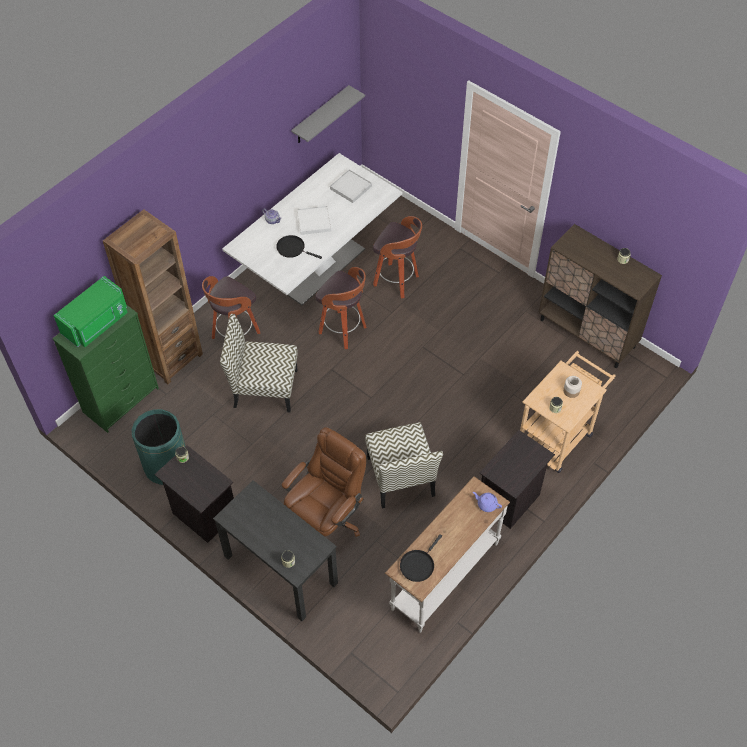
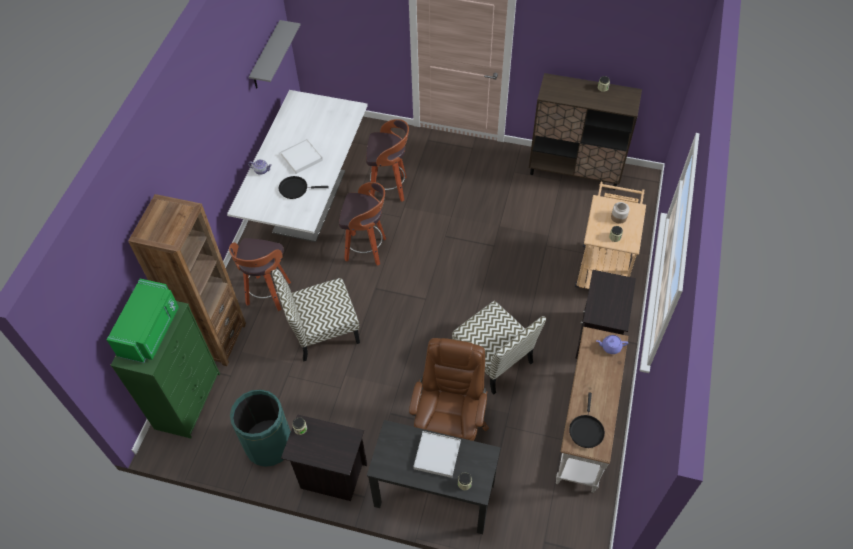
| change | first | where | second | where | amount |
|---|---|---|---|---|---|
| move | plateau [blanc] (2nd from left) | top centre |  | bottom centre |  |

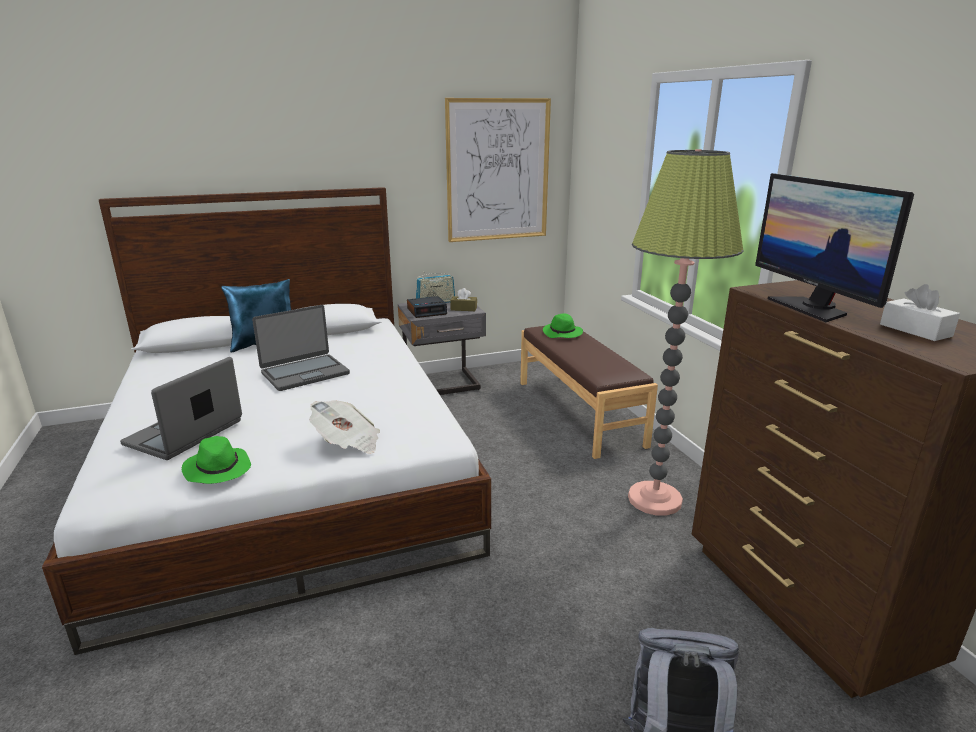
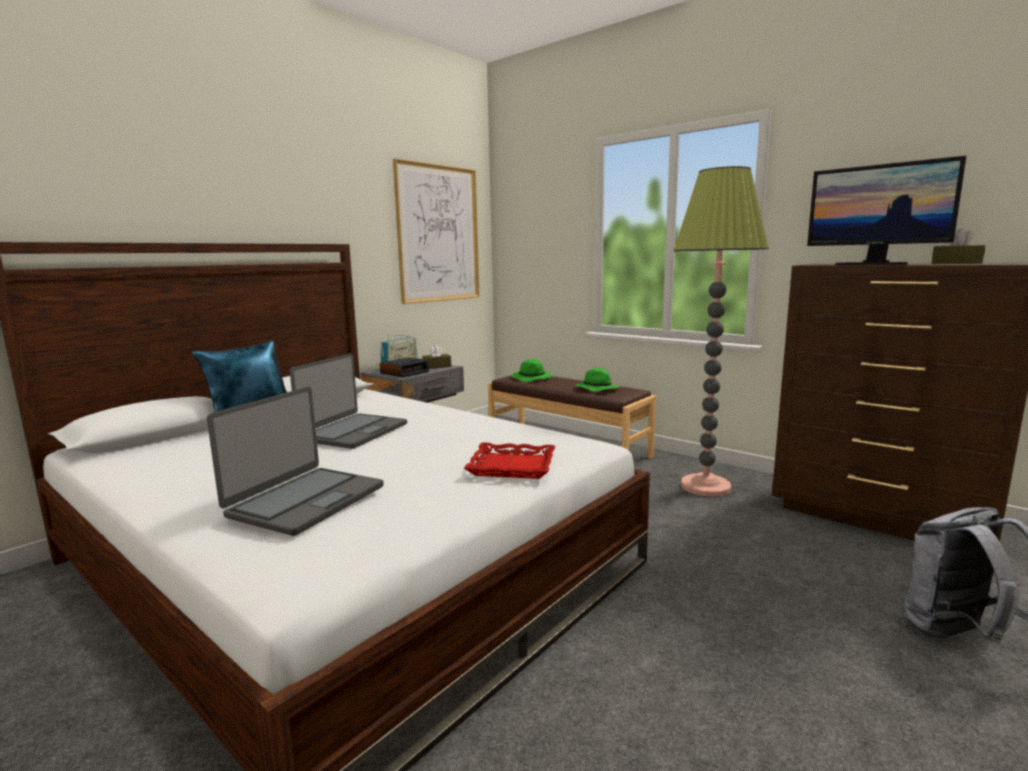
| change | first | where | second | where | amount |
|---|---|---|---|---|---|
| rotate | ordinateur portable (1st from left) | middle left |  | middle left | 150 degrees counterclockwise |
| move | chapeau [vert] (1st from left in the first image) | middle left | chapeau [vert] (2nd from left) | centre |  |
| replace | journal | centre | plateau [rouge] | centre |  |
| recolor | boîte à mouchoirs [blanc] | middle right | boîte à mouchoirs [marron] (2nd from left) | top right |  |

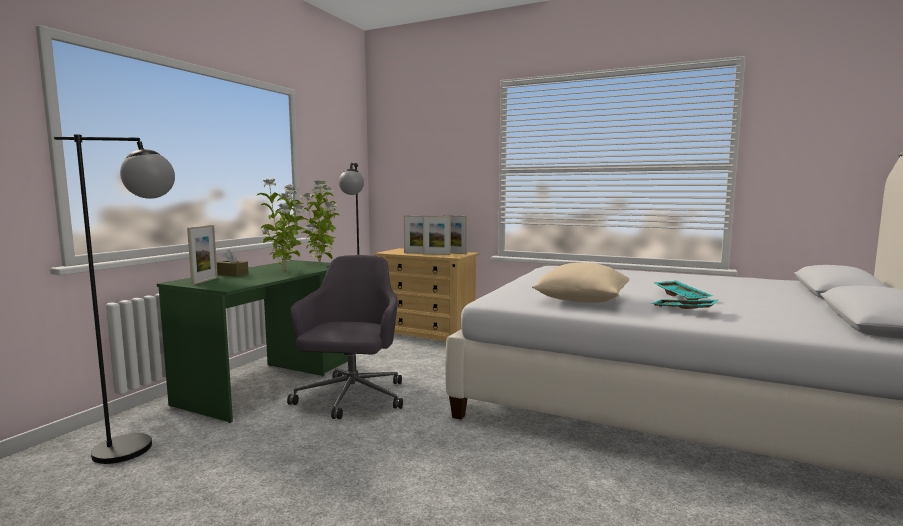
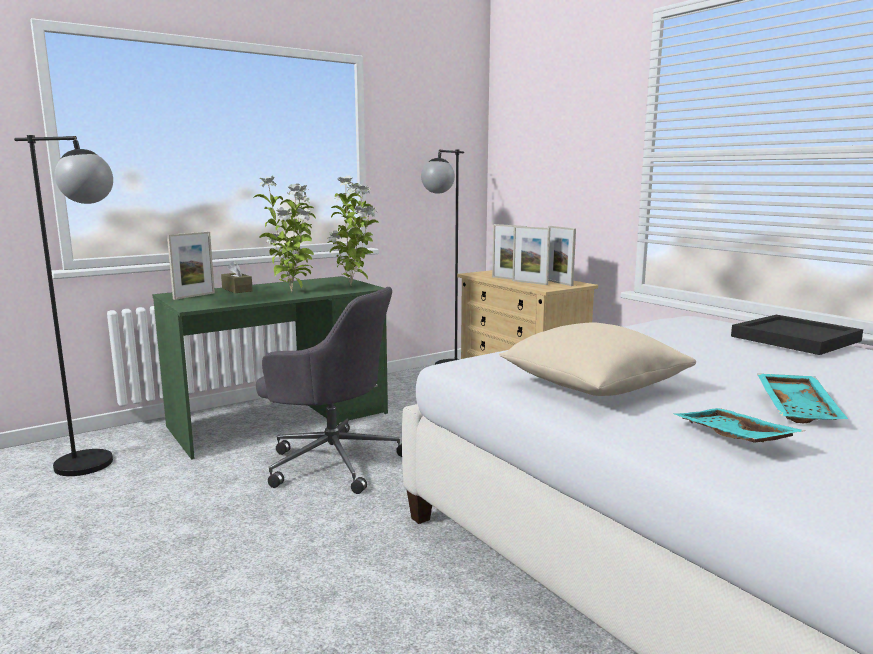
| change | first | where | second | where | amount |
|---|---|---|---|---|---|
| rotate | chaise de bureau [gris] | centre |  | centre | 75 degrees clockwise |
| insert |  |  | plateau [noir] | middle right |  |

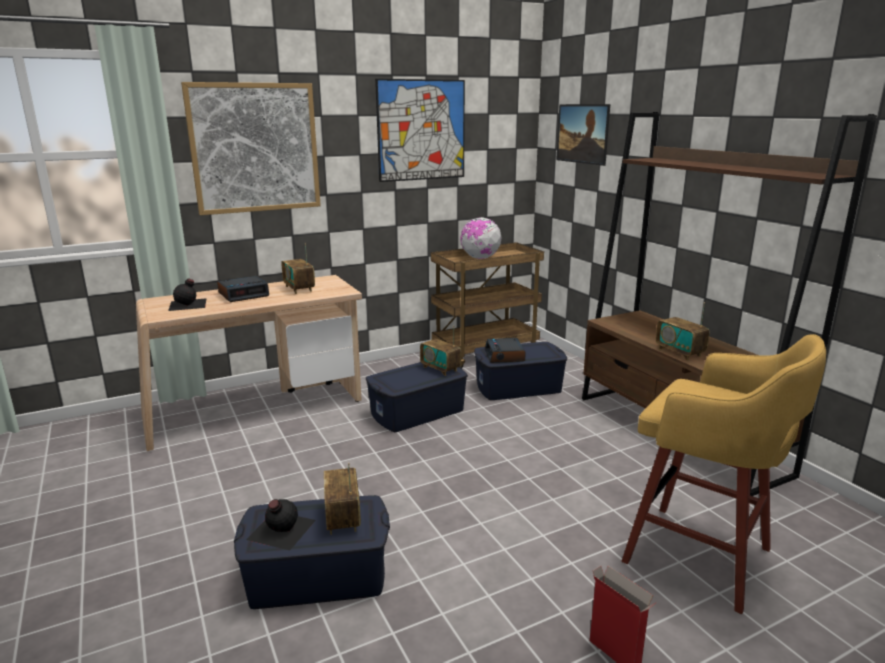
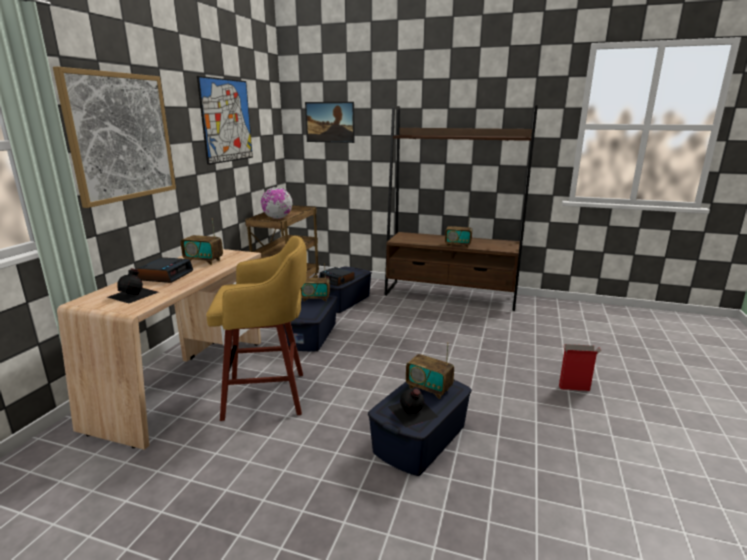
| change | first | where | second | where | amount |
|---|---|---|---|---|---|
| move | tabouret [jaune] | bottom right |  | centre |  |

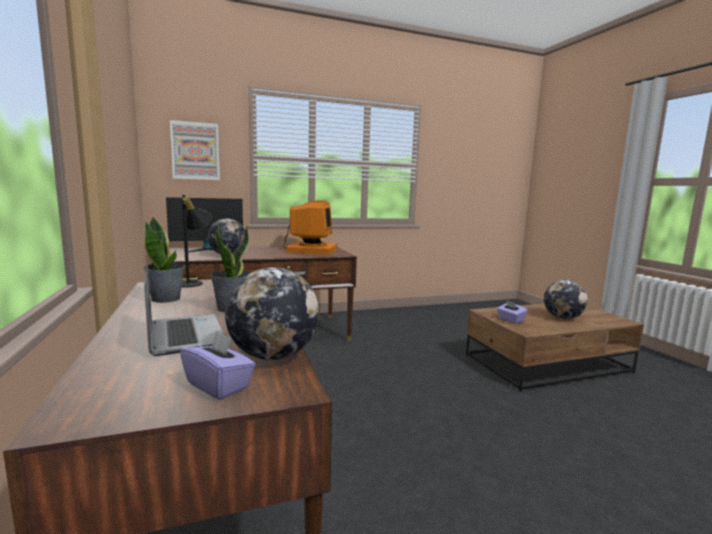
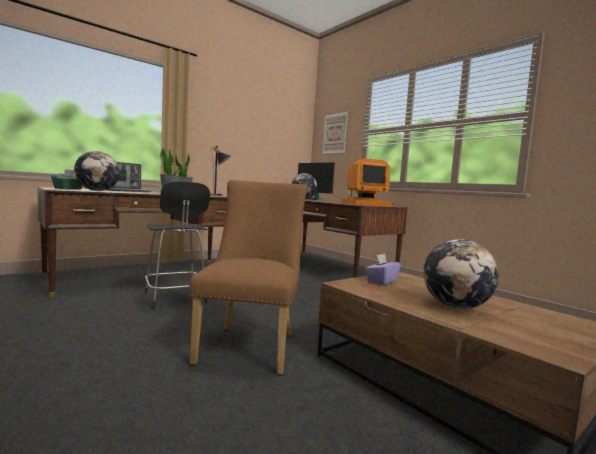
| change | first | where | second | where | amount |
|---|---|---|---|---|---|
| recolor | boîte à mouchoirs [violet] (1st from left) | bottom left | boîte à mouchoirs [vert] | middle left |  |
| insert |  |  | tabouret [noir] | middle left |  |
| insert |  |  | chaise [marron] | centre |  |

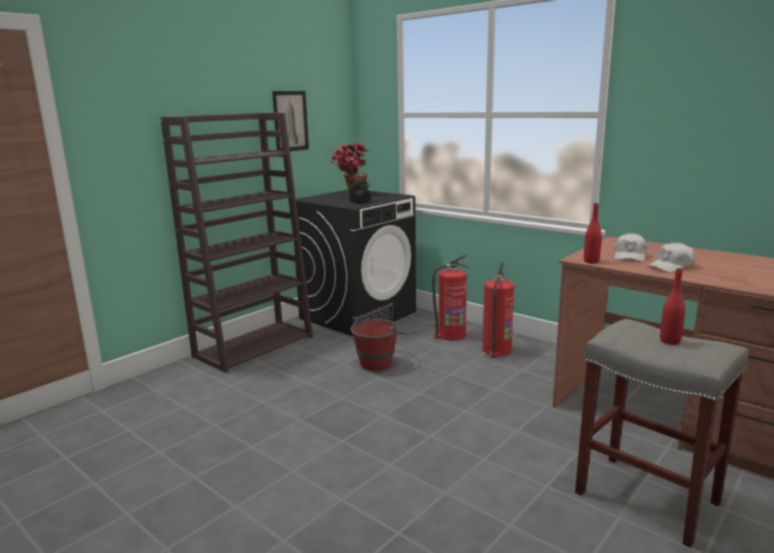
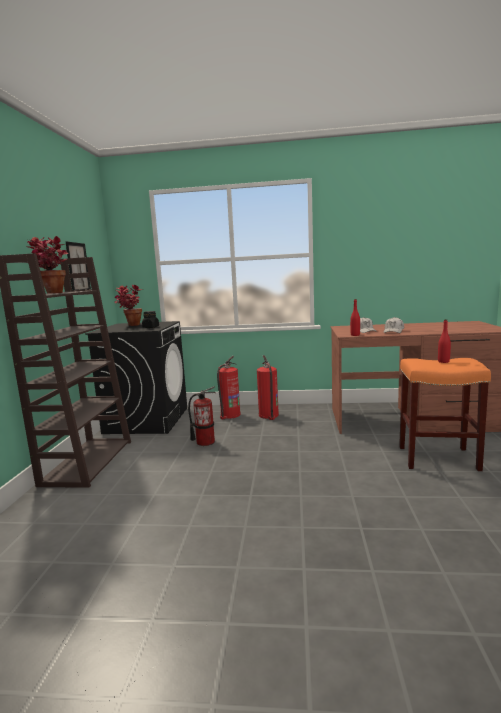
| change | first | where | second | where | amount |
|---|---|---|---|---|---|
| replace | seau [rouge] | centre | extincteur (1st from left) | centre |  |
| recolor | tabouret [gris] | bottom right | tabouret [orange] | middle right |  |
| insert |  |  | plante en pot (1st from left) | middle left |  |

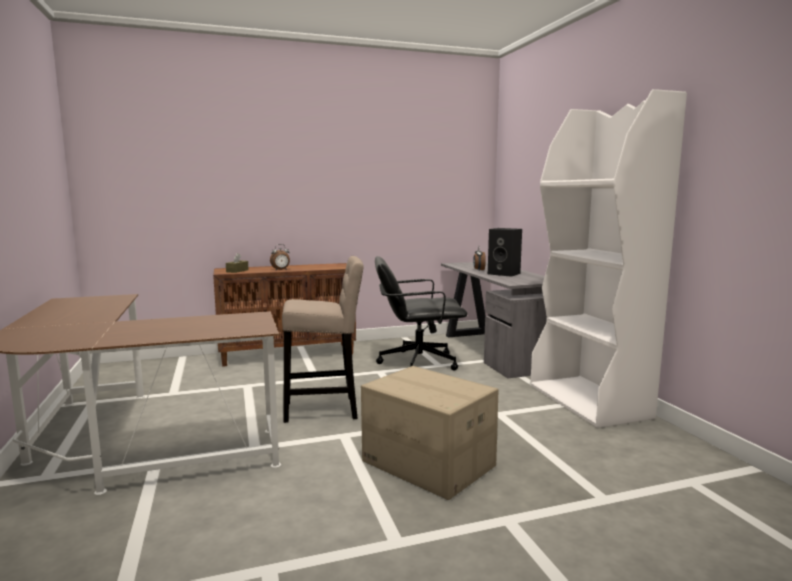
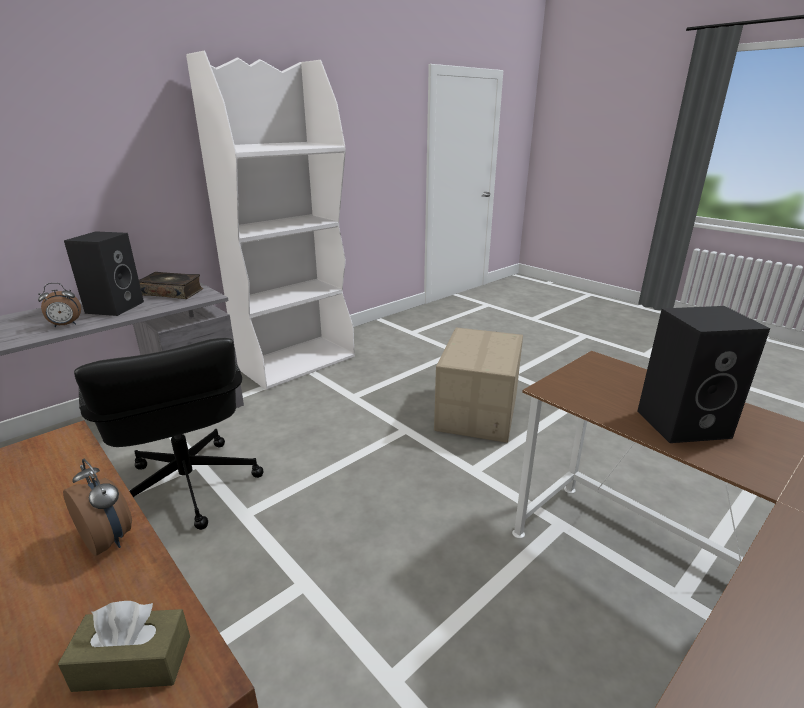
| change | first | where | second | where | amount |
|---|---|---|---|---|---|
| delete | tabouret [beige] | centre |  |  |  |
| insert |  |  | livre | middle left |  |
| insert |  |  | enceinte [noir] (2nd from left) | middle right |  |

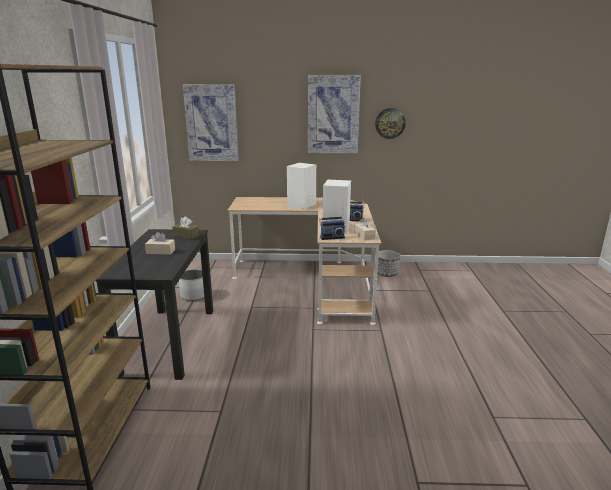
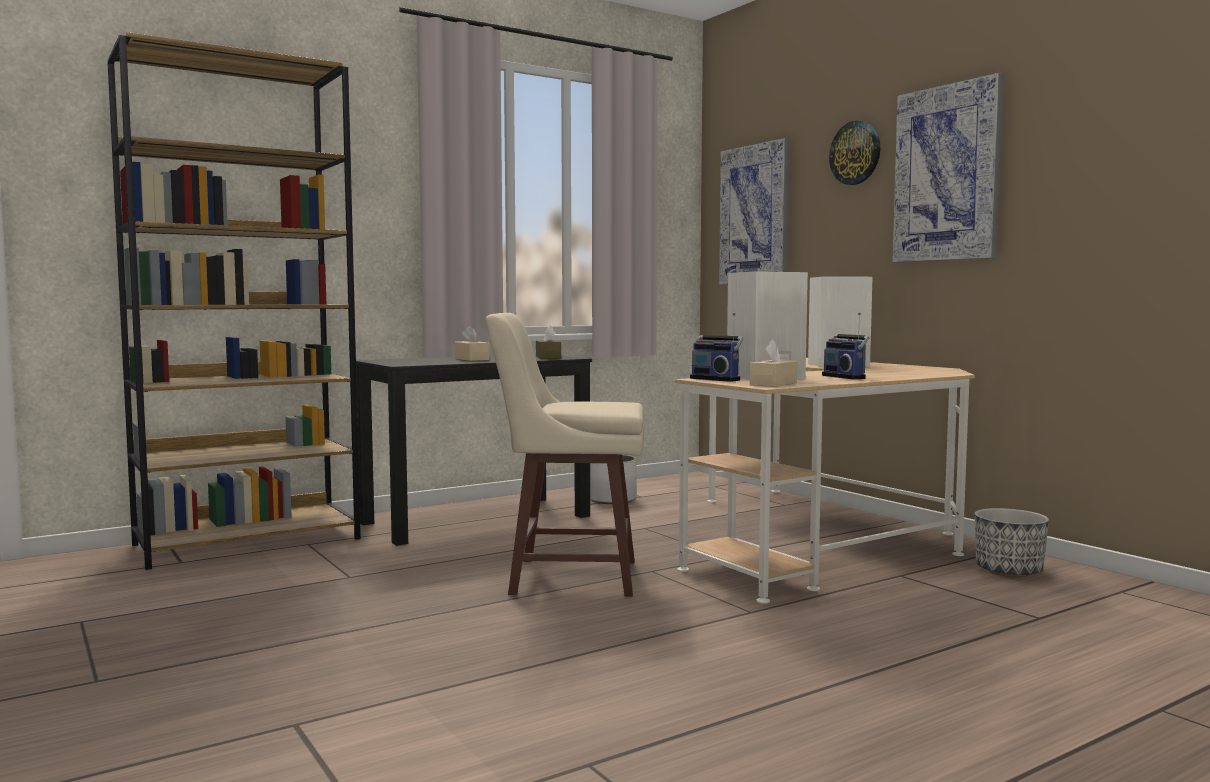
| change | first | where | second | where | amount |
|---|---|---|---|---|---|
| move | horloge murale | top centre |  | top right |  |
| insert |  |  | tabouret [beige] | centre |  |

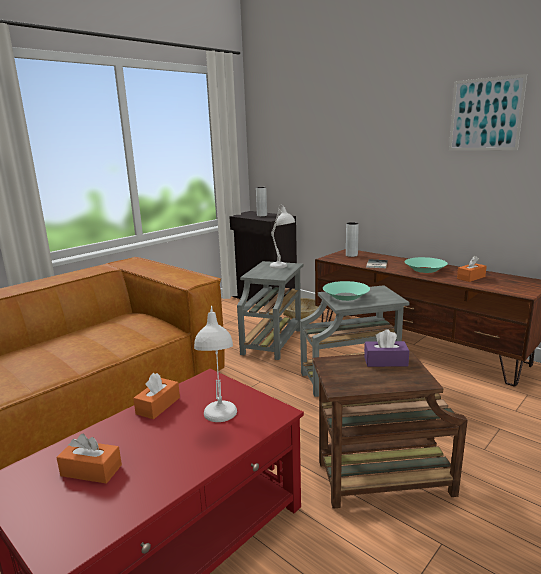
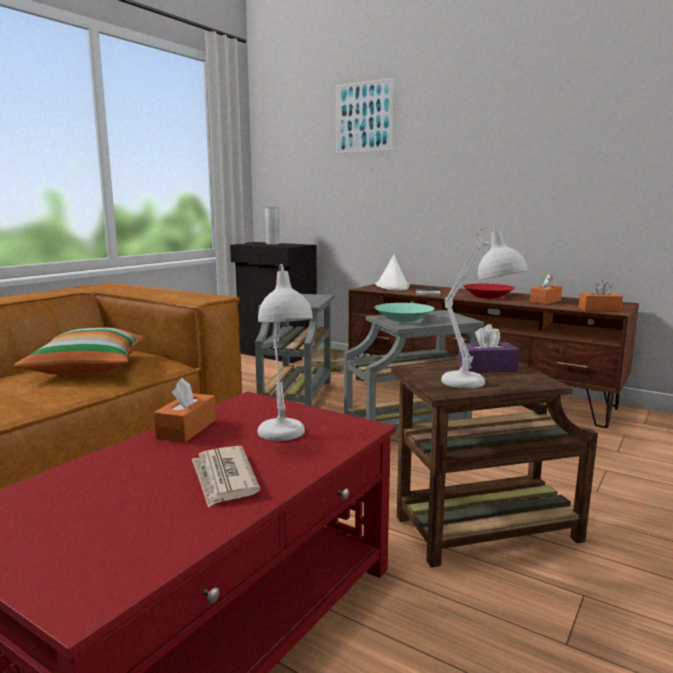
| change | first | where | second | where | amount |
|---|---|---|---|---|---|
| move | boîte à mouchoirs [orange] (1st from left in the first image) | bottom left | boîte à mouchoirs [orange] (3rd from left) | middle right |  |
| move | lampe de table [blanc] (2nd from left) | centre |  | middle right |  |
| replace | vase [gris] (2nd from left) | centre | chapeau [blanc] | centre |  |
| recolor | bol [turquoise] (2nd from left) | middle right | bol [rouge] | middle right |  |
| move | tableau | top right |  | top centre |  |
| insert |  |  | coussin | middle left |  |
| insert |  |  | journal | bottom centre |  |

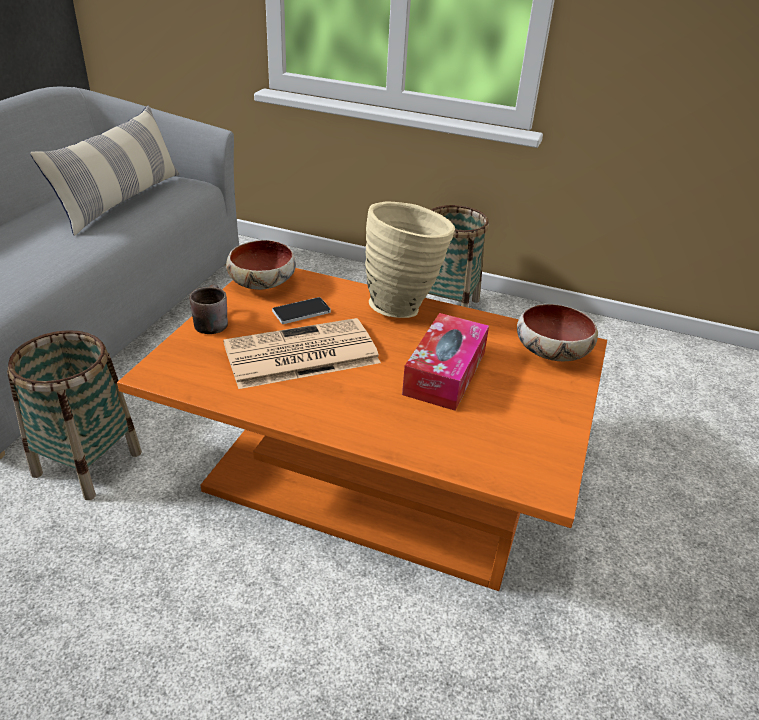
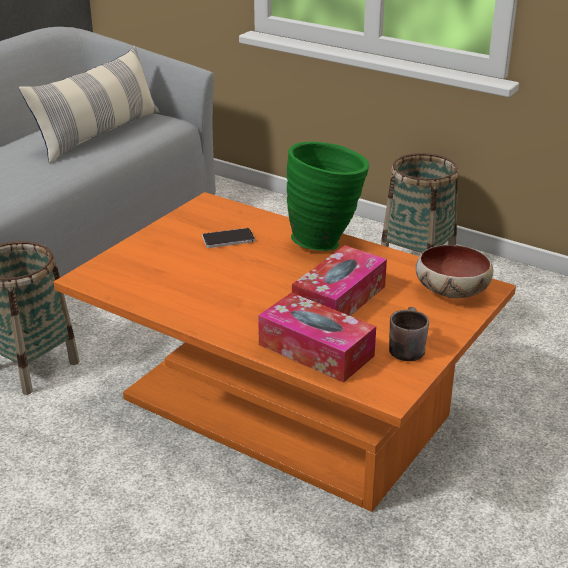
| change | first | where | second | where | amount |
|---|---|---|---|---|---|
| move | mug [marron] | middle left |  | middle right |  |
| delete | journal | centre |  |  |  |
| delete | bol (1st from left) | centre |  |  |  |
| recolor | vase [beige] | centre | vase [vert] | centre |  |
| insert |  |  | boîte à mouchoirs (1st from left) | centre |  |

